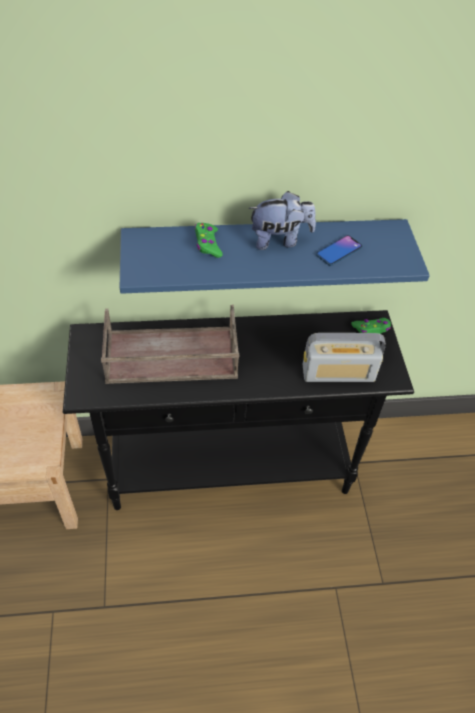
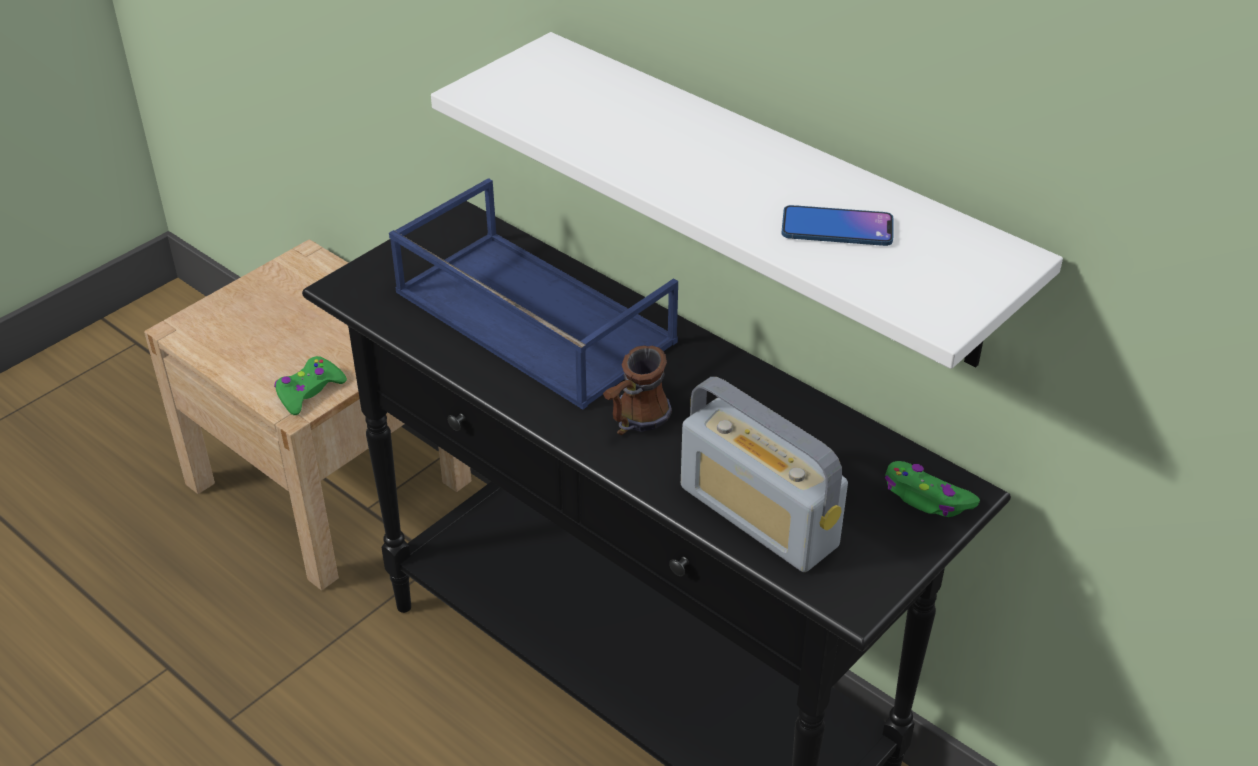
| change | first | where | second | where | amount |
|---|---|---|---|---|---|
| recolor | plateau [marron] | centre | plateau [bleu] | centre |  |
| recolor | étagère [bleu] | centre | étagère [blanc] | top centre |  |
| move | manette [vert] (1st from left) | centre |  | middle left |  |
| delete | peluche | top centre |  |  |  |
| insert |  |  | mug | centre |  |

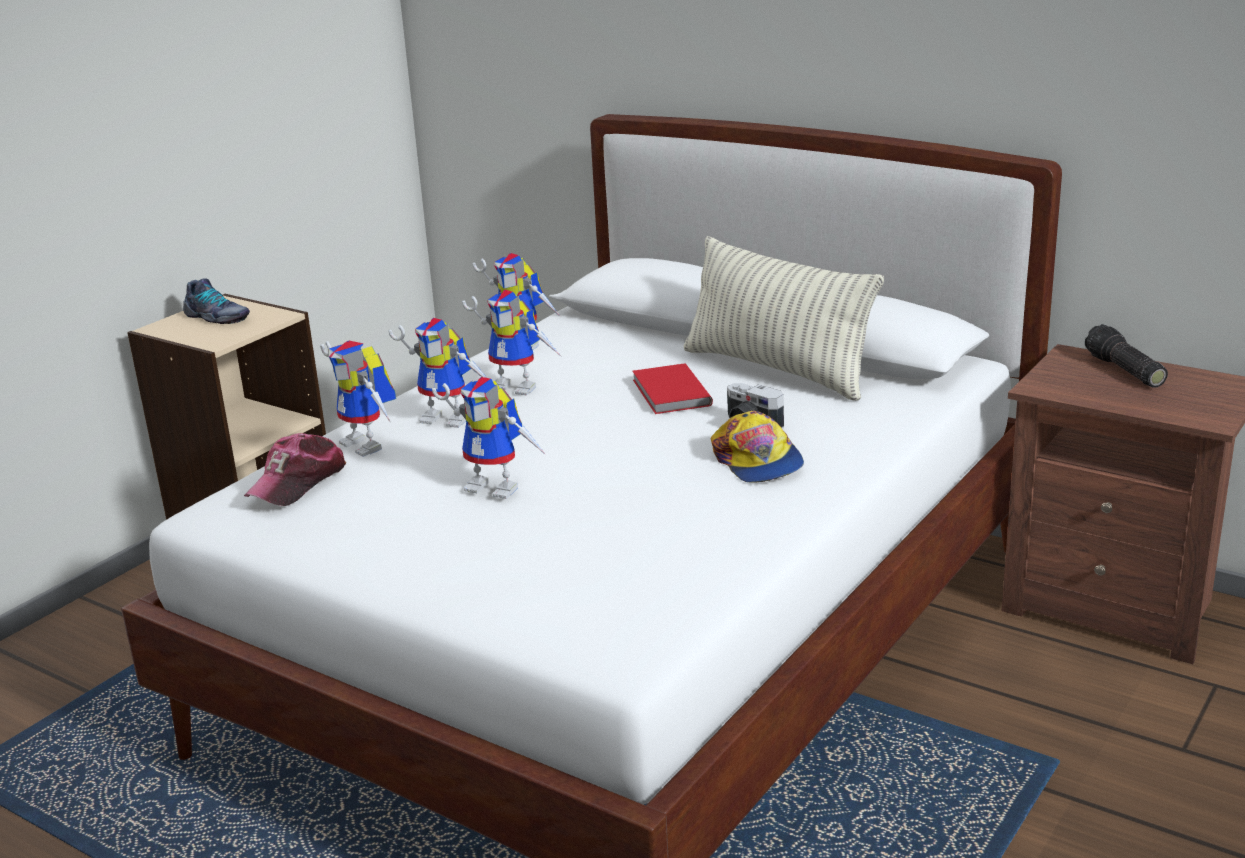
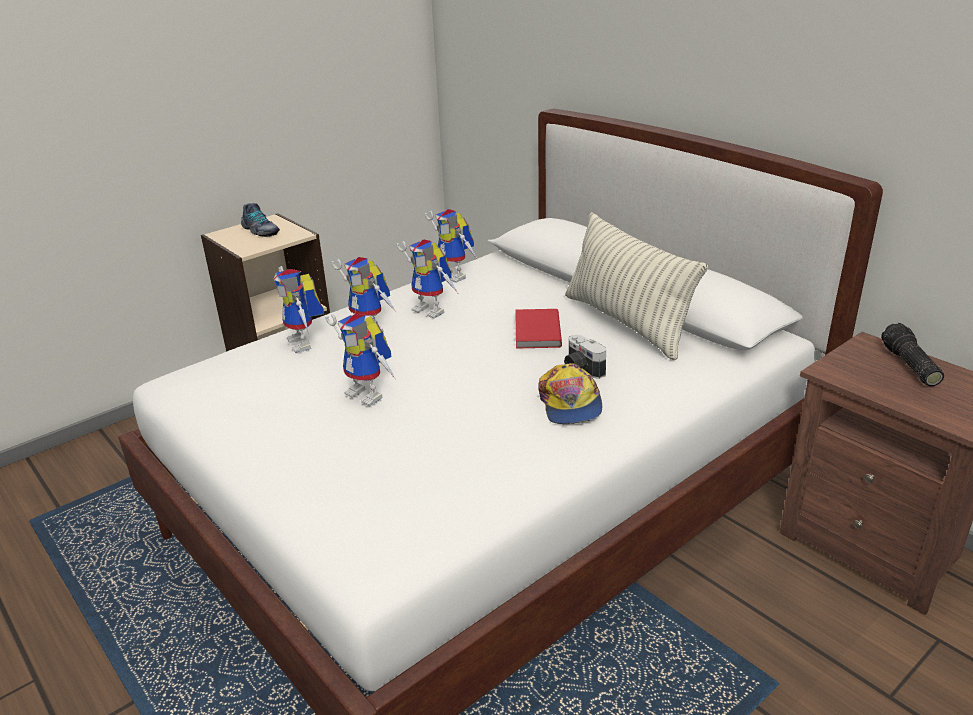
| change | first | where | second | where | amount |
|---|---|---|---|---|---|
| delete | casquette (1st from left) | middle left |  |  |  |

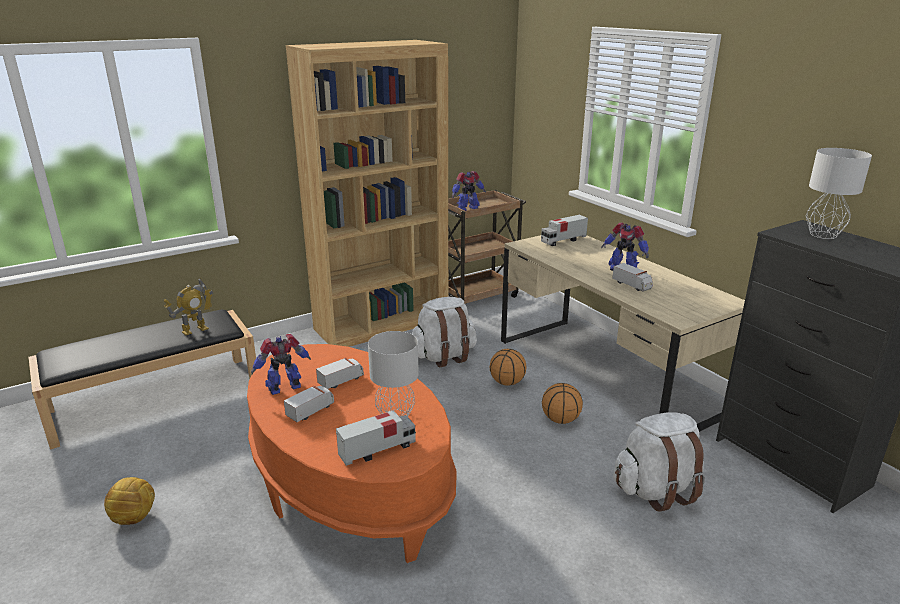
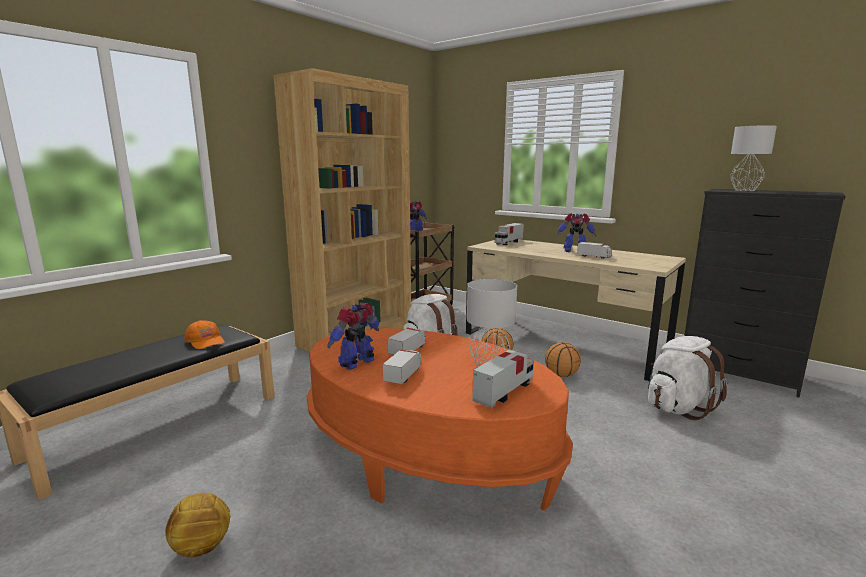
| change | first | where | second | where | amount |
|---|---|---|---|---|---|
| replace | robot jouet (1st from left) | middle left | casquette [orange] | middle left |  |

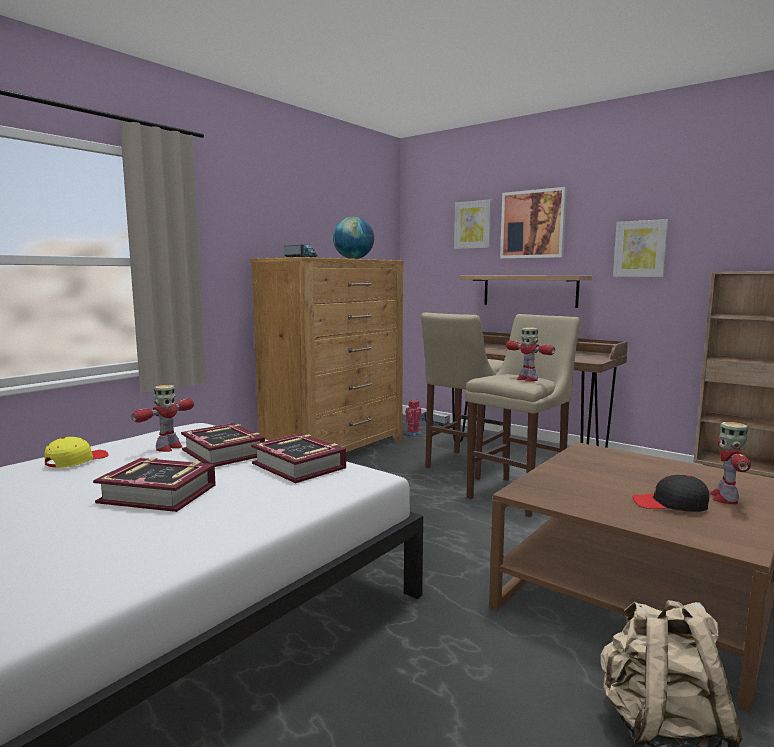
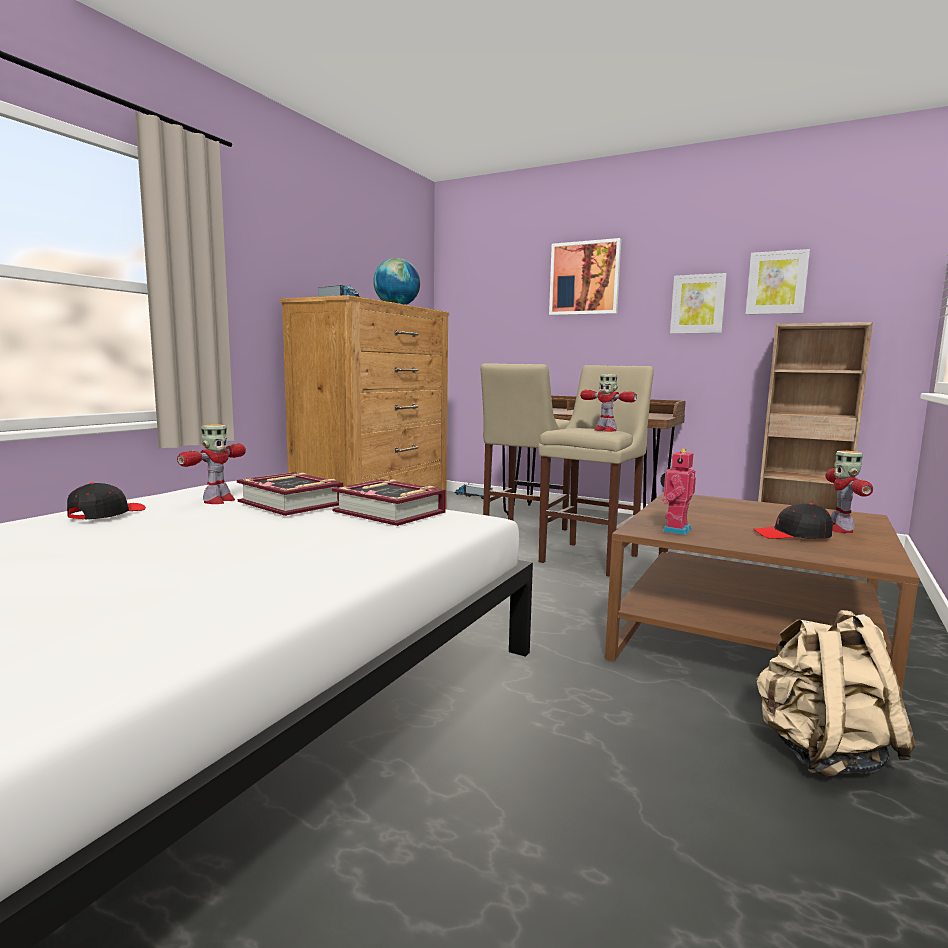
| change | first | where | second | where | amount |
|---|---|---|---|---|---|
| recolor | casquette [jaune] | middle left | casquette [noir] (1st from left) | middle left |  |
| delete | livre (1st from left) | middle left |  |  |  |
| move | robot jouet (2nd from left in the first image) | centre | robot jouet (3rd from left) | middle right |  |
| move | tableau (1st from left in the first image) | top centre | tableau (3rd from left) | top right |  |
| delete | étagère | middle right |  |  |  |

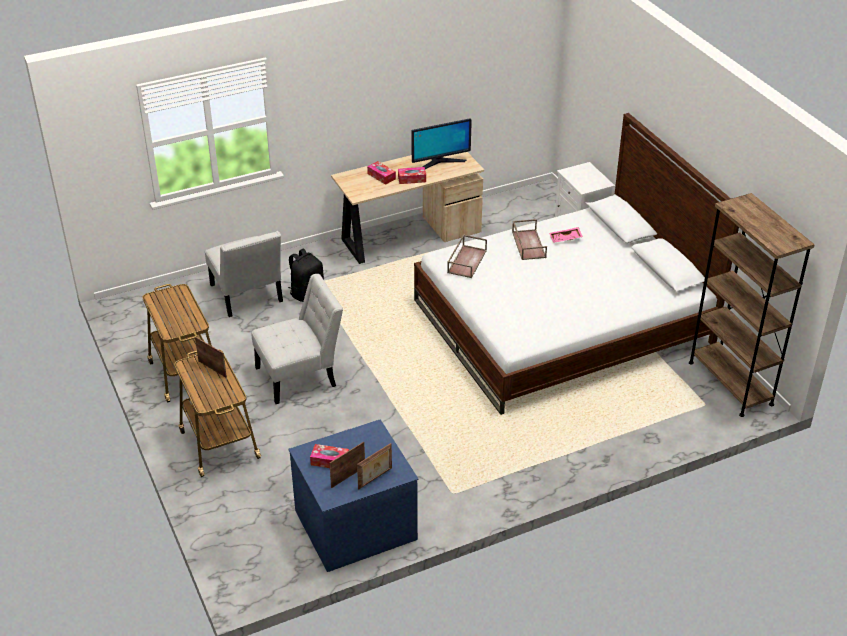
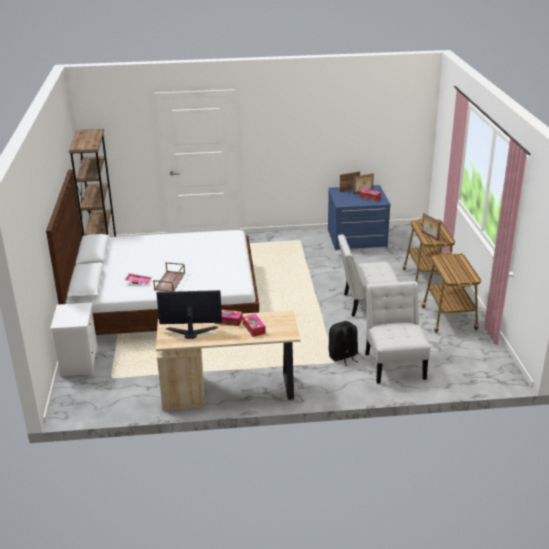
| change | first | where | second | where | amount |
|---|---|---|---|---|---|
| delete | plateau [marron] (1st from left) | centre |  |  |  |

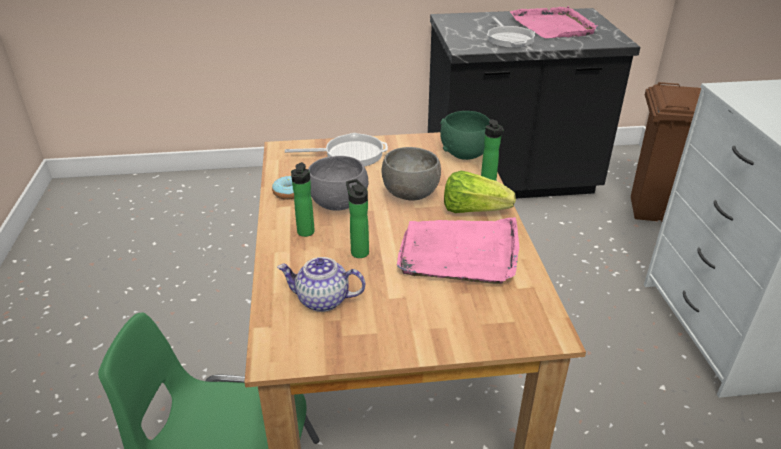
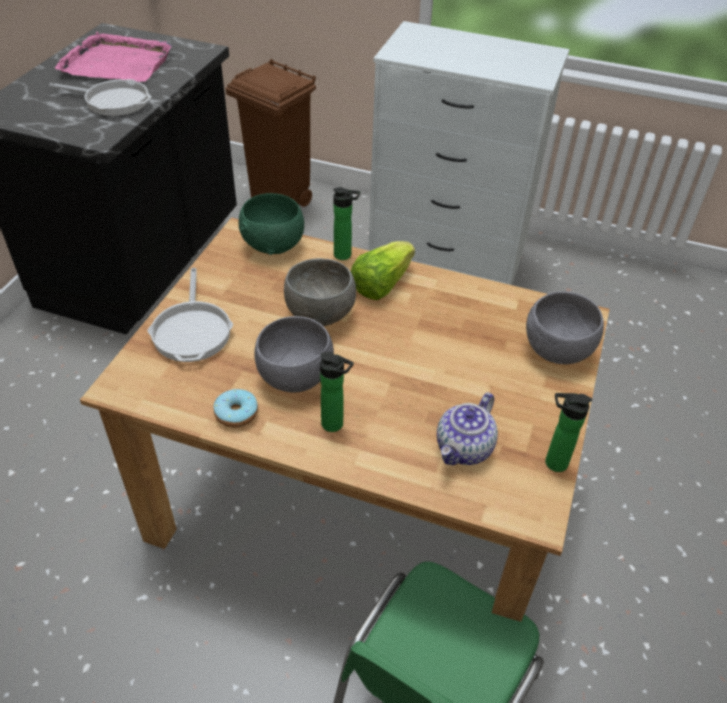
| change | first | where | second | where | amount |
|---|---|---|---|---|---|
| rotate | poêle (1st from left in the first image) | centre | poêle (2nd from left) | middle left | 150 degrees clockwise |
| move | bouteille (2nd from left in the first image) | centre | bouteille (3rd from left) | middle right |  |
| delete | plateau [rose] (1st from left) | centre |  |  |  |
| insert |  |  | bol [gris] (3rd from left) | middle right |  |

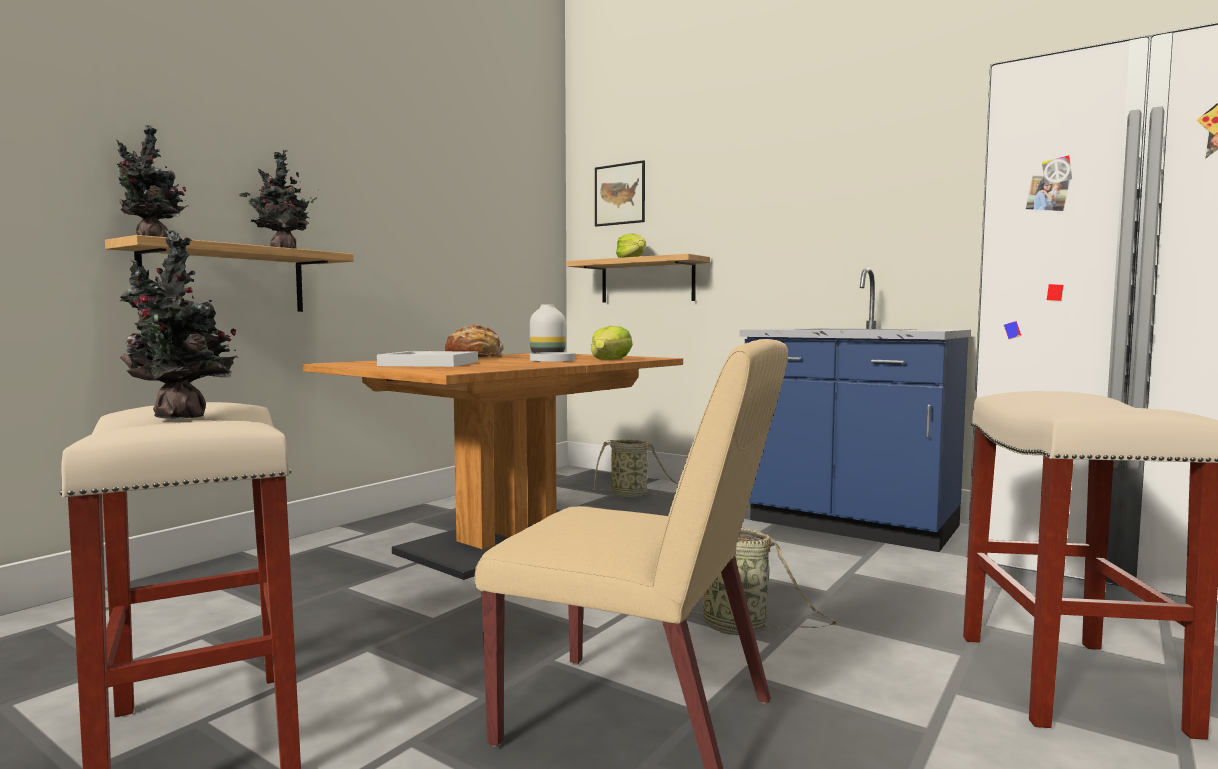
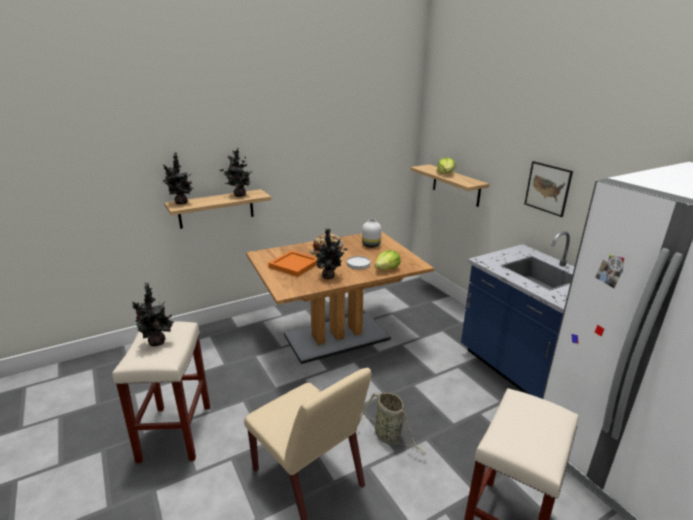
| change | first | where | second | where | amount |
|---|---|---|---|---|---|
| recolor | plateau [blanc] | centre | plateau [orange] | centre |  |
| delete | panier (1st from left) | centre |  |  |  |
| move | tableau | top centre |  | middle right |  |
| insert |  |  | plante en pot (4th from left) | centre |  |

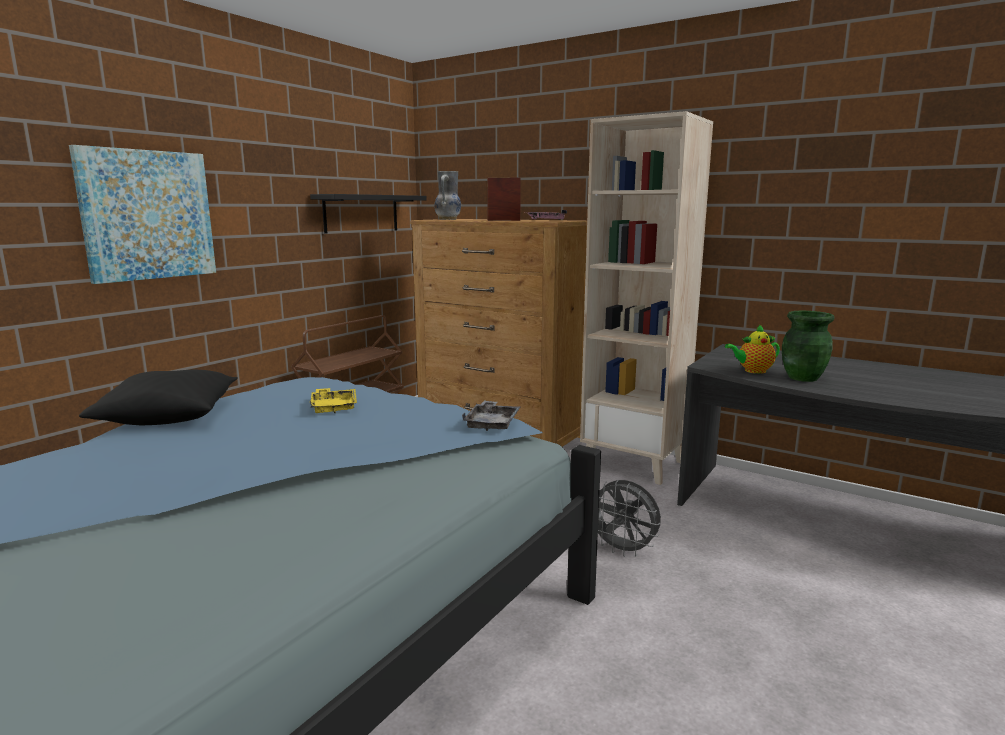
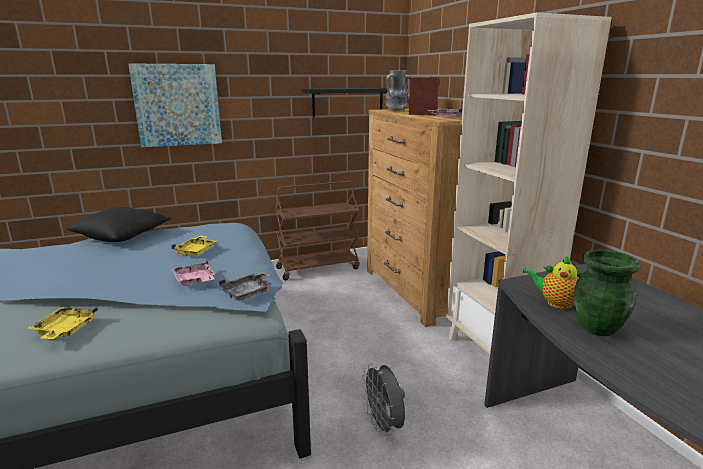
| change | first | where | second | where | amount |
|---|---|---|---|---|---|
| insert |  |  | plateau [jaune] (1st from left) | bottom left |  |
| insert |  |  | plateau [rose] (1st from left) | middle left |  |

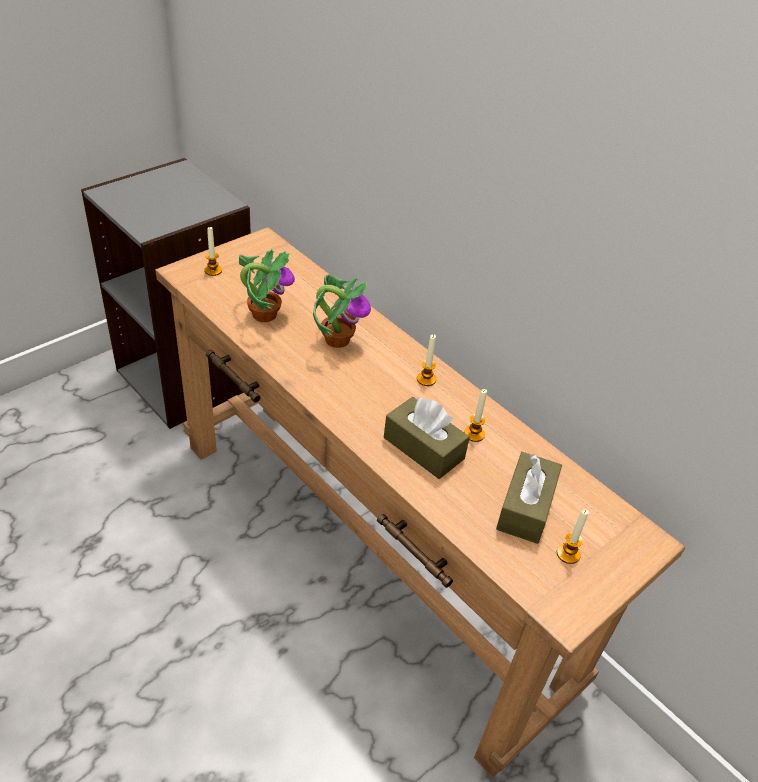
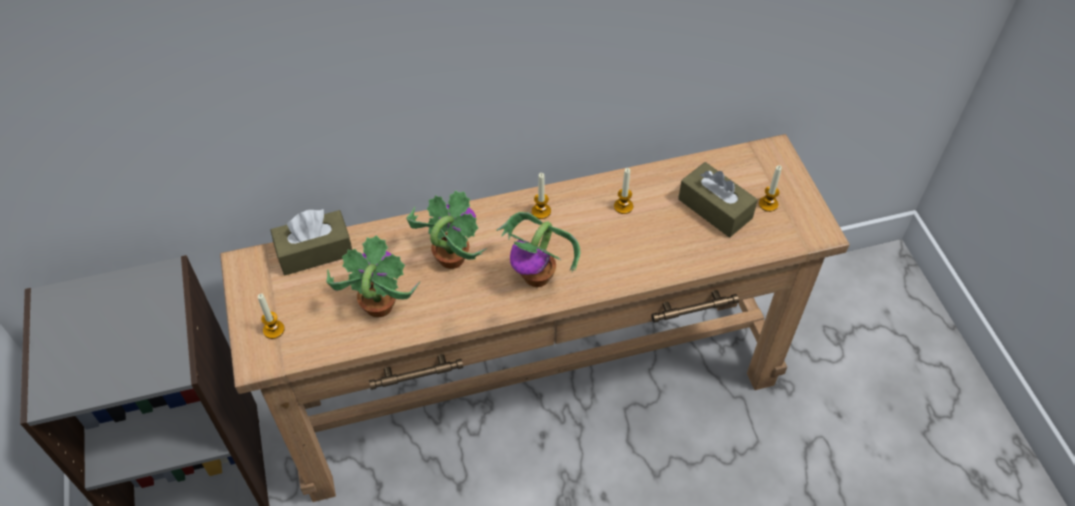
| change | first | where | second | where | amount |
|---|---|---|---|---|---|
| move | boîte à mouchoirs [marron] (1st from left) | centre |  | middle left |  |
| insert |  |  | plante en pot (3rd from left) | centre |  |

